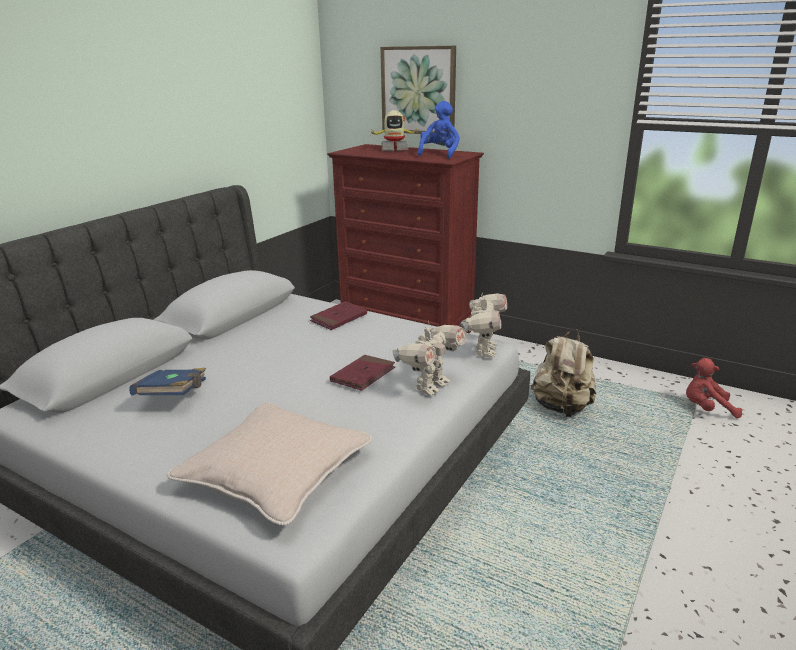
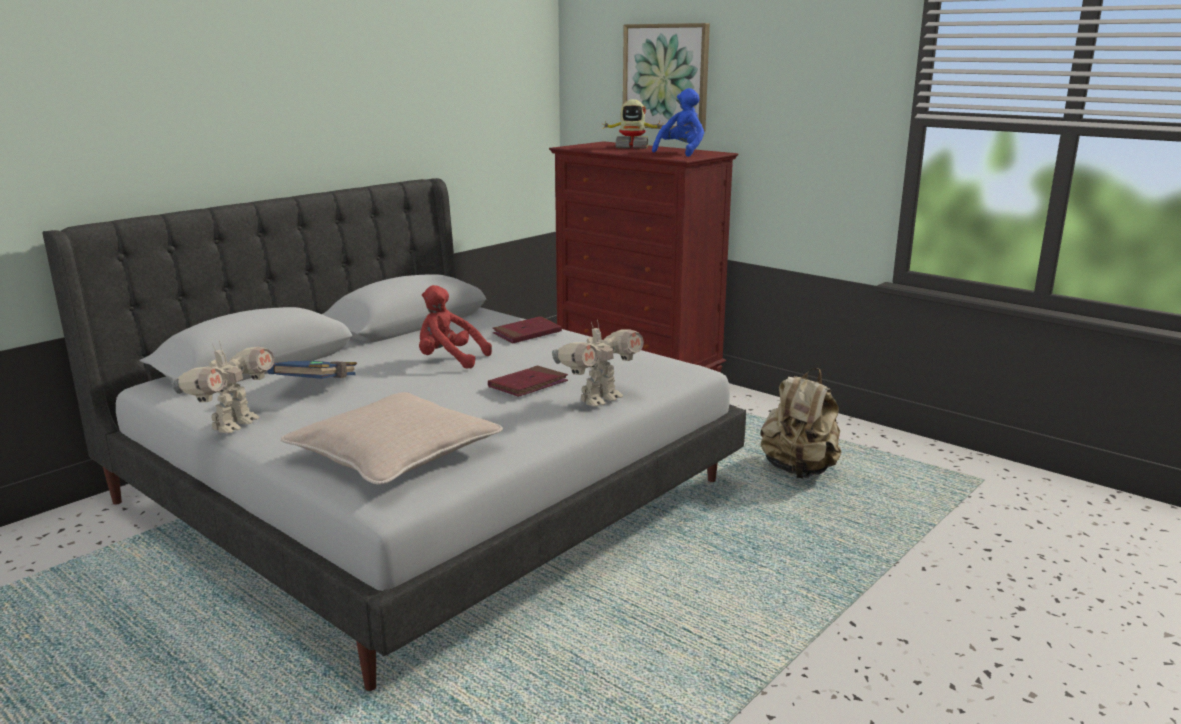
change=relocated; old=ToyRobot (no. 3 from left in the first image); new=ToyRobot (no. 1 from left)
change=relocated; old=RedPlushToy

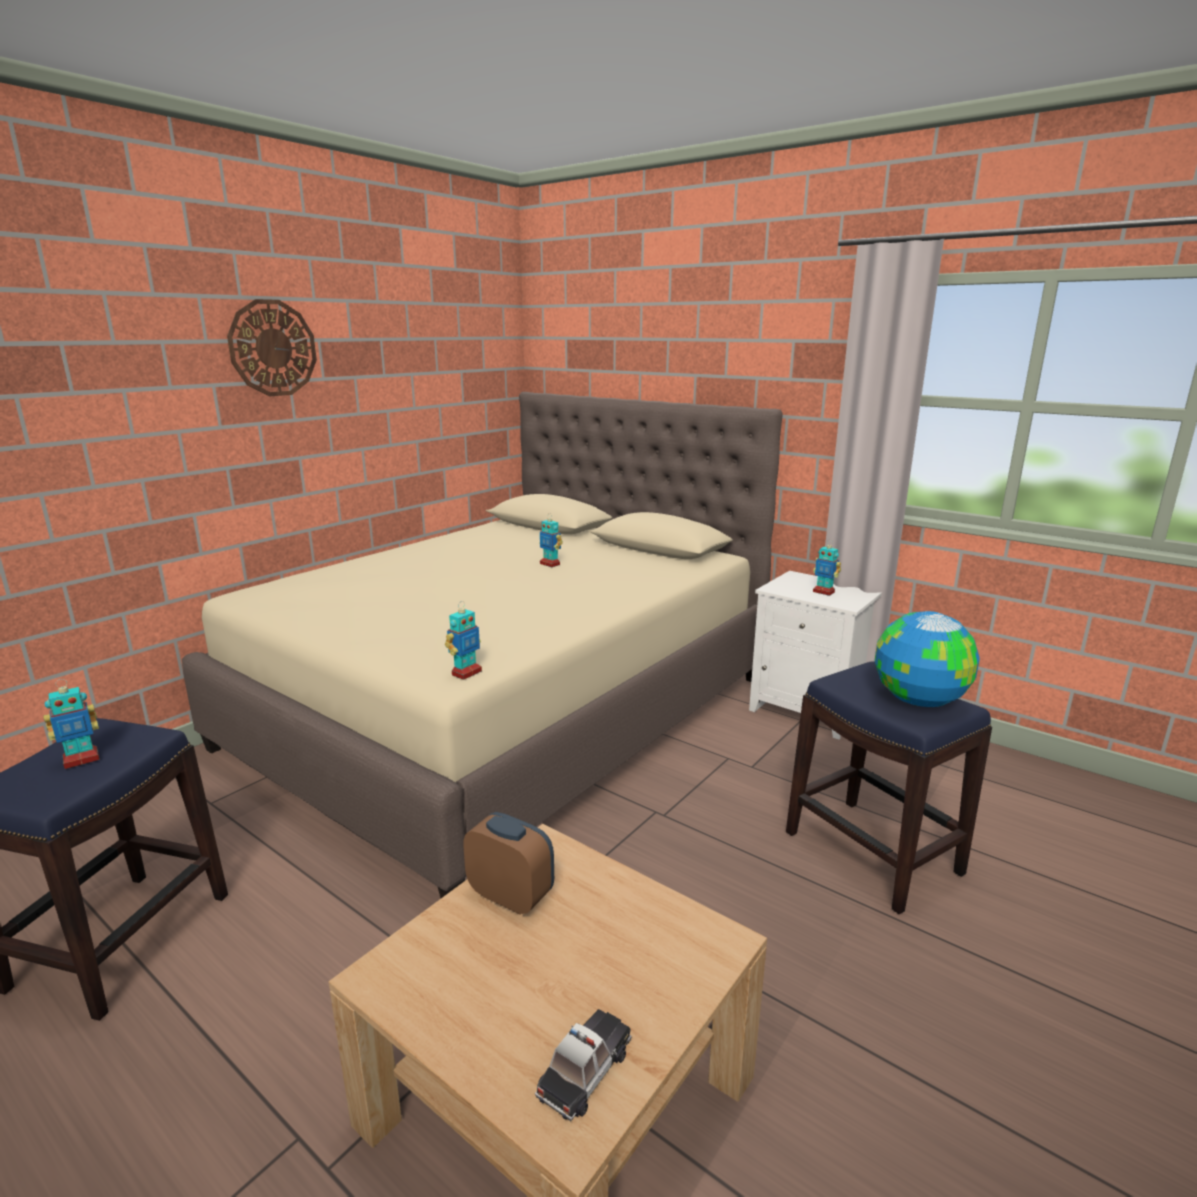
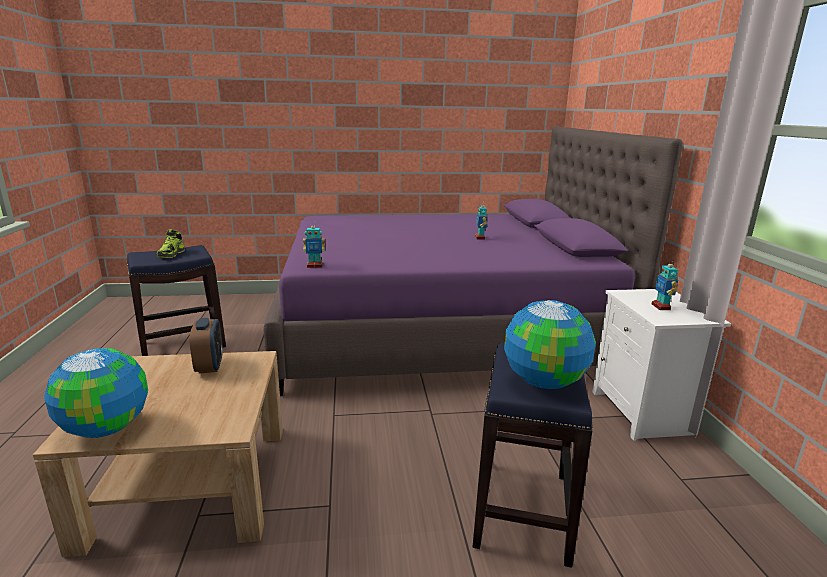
change=exchanged; old=ToyRobot (no. 1 from left); new=Shoe
change=colour; old=BeigeBed; new=PurpleBed
change=missing; old=WallClock
change=exchanged; old=ToyCar; new=Globe (no. 1 from left)

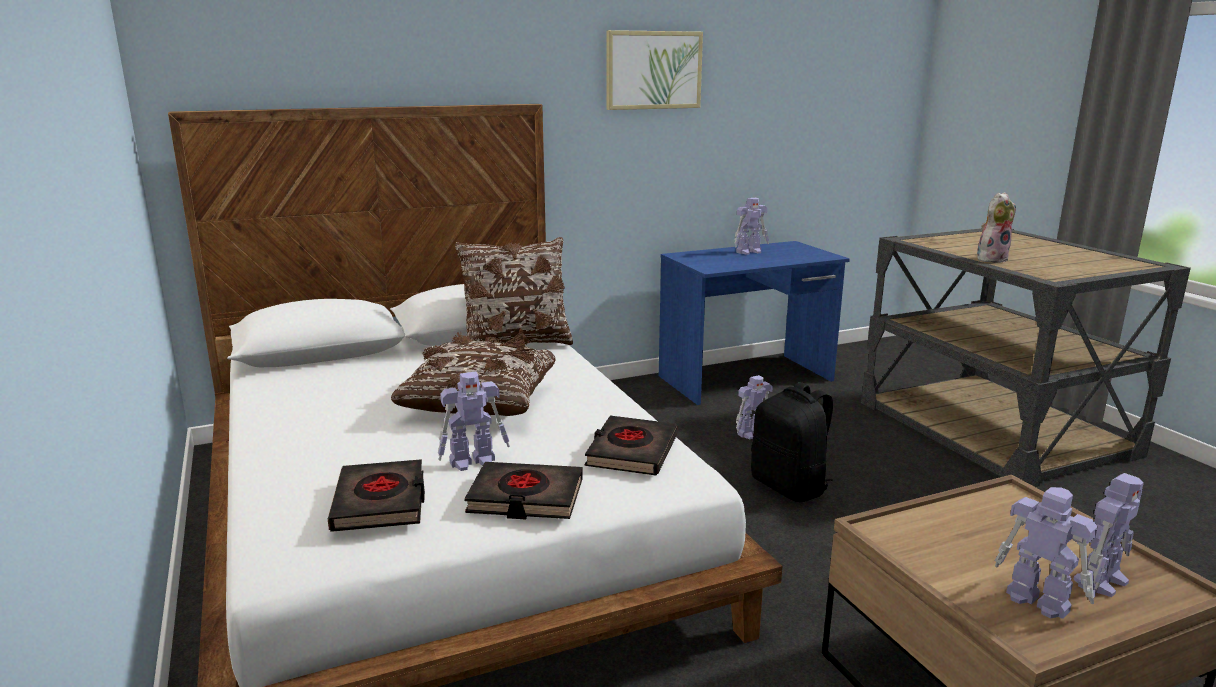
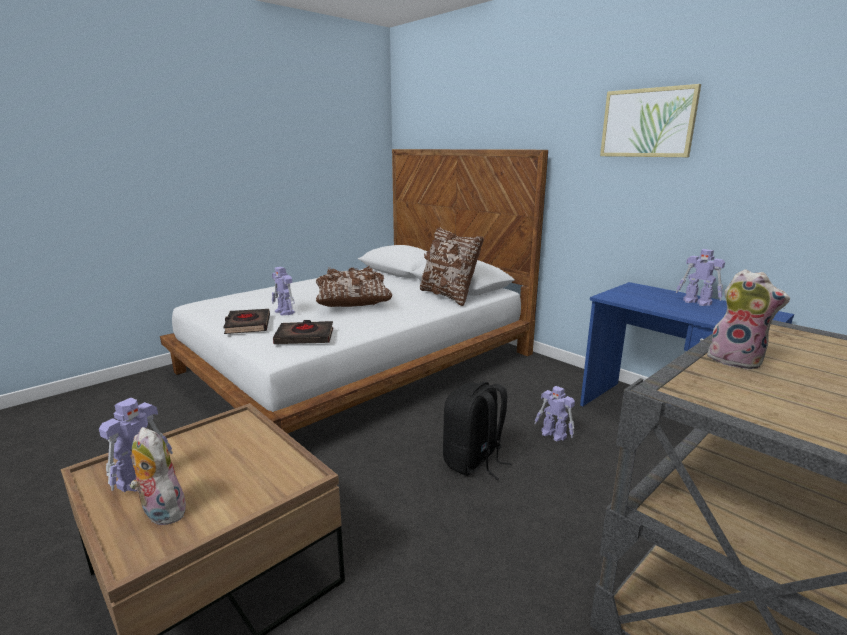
change=missing; old=BlackBook (no. 1 from left)
change=exchanged; old=ToyRobot (no. 5 from left); new=PlushToy (no. 1 from left)

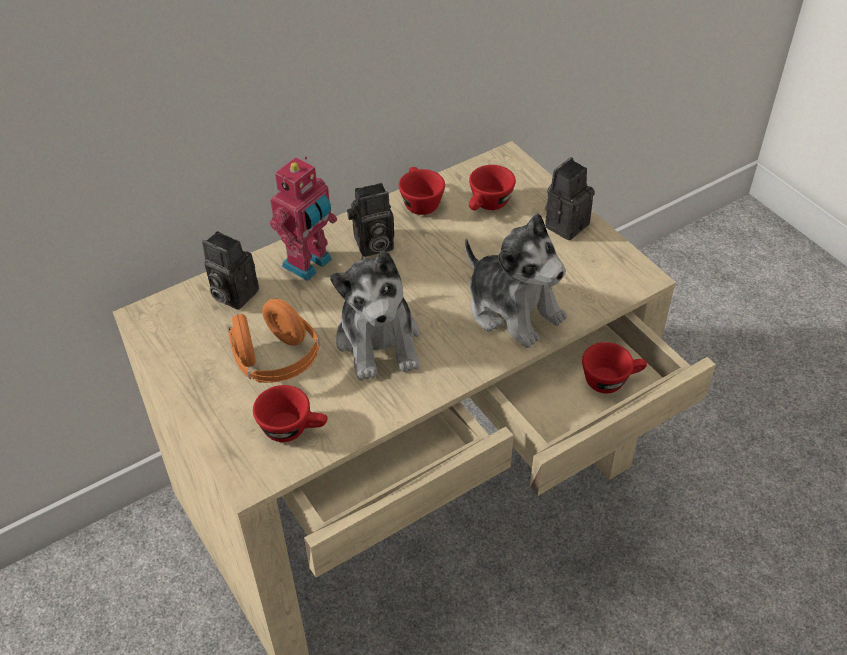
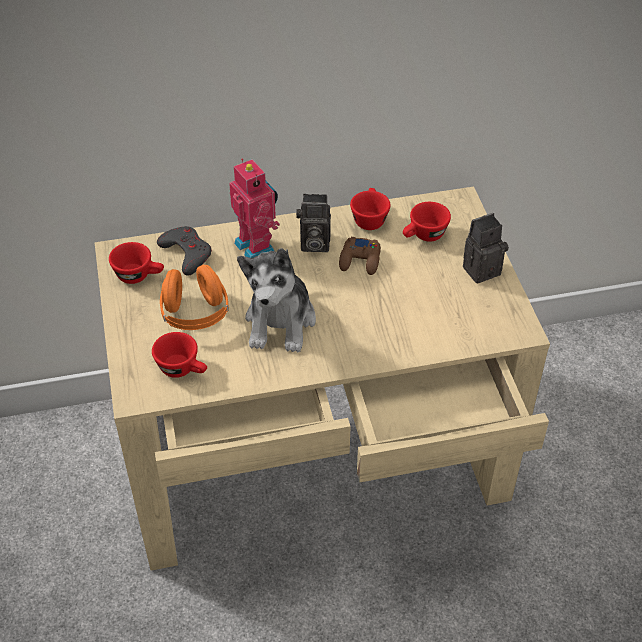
change=exchanged; old=PhotoCamera (no. 1 from left); new=GreyGameController
change=spun; old=ToyRobot; degrees=-90
change=missing; old=PlushToy (no. 2 from left)
change=relocated; old=RedCup (no. 4 from left in the first image); new=RedCup (no. 1 from left)
change=appeared; new=BrownGameController

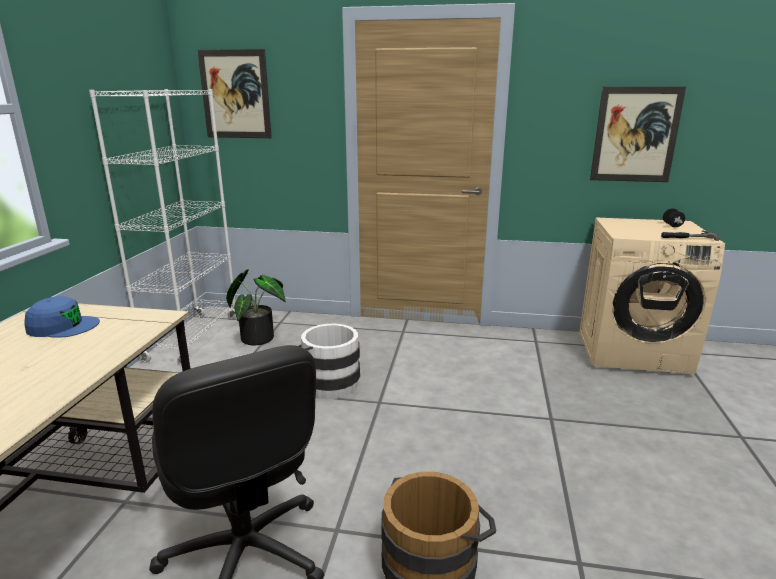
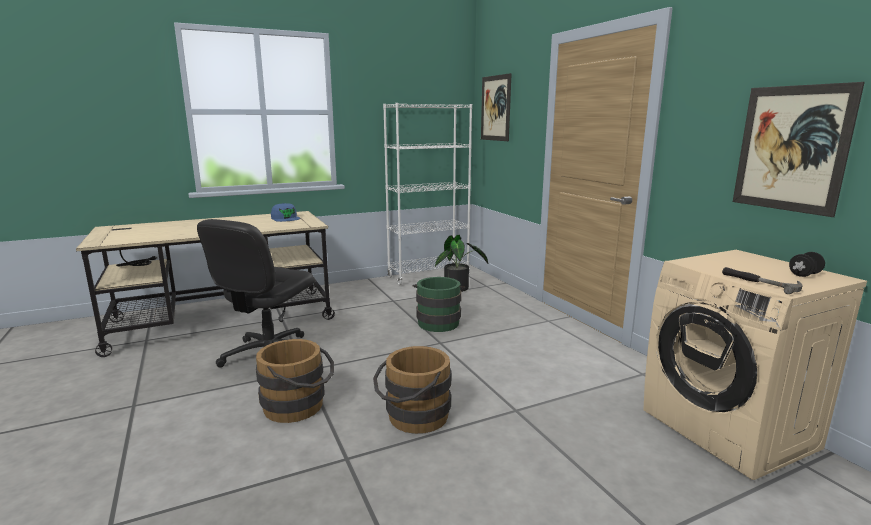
change=colour; old=WhiteBucket; new=GreenBucket
change=appeared; new=BrownBucket (no. 2 from left)

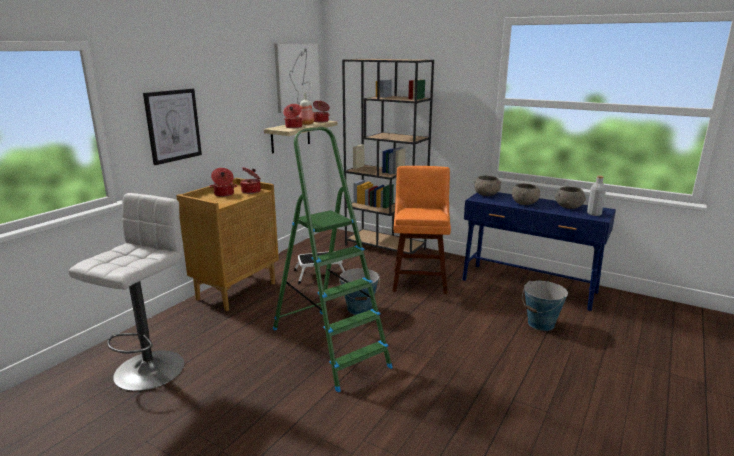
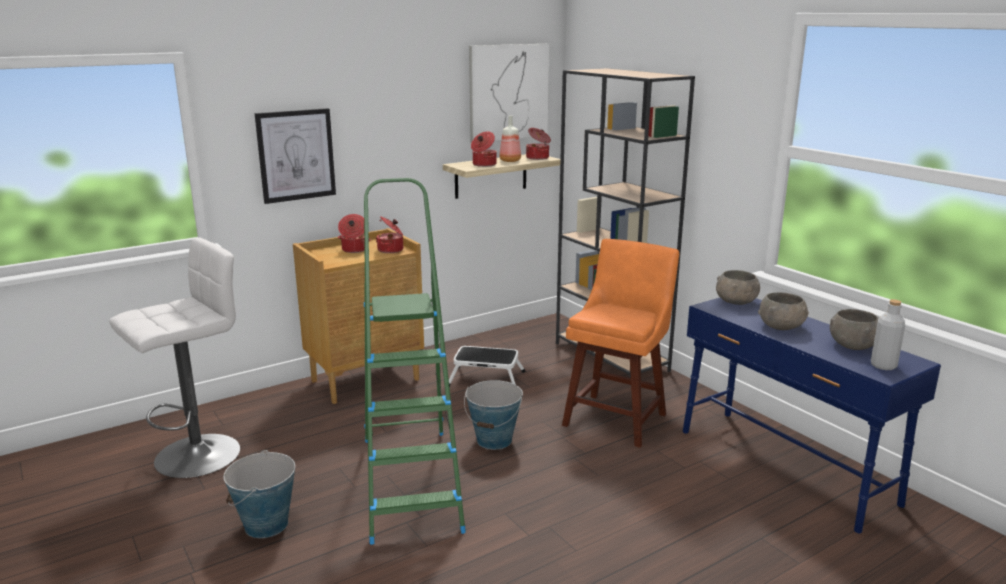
change=relocated; old=Bucket (no. 2 from left in the first image); new=Bucket (no. 1 from left)

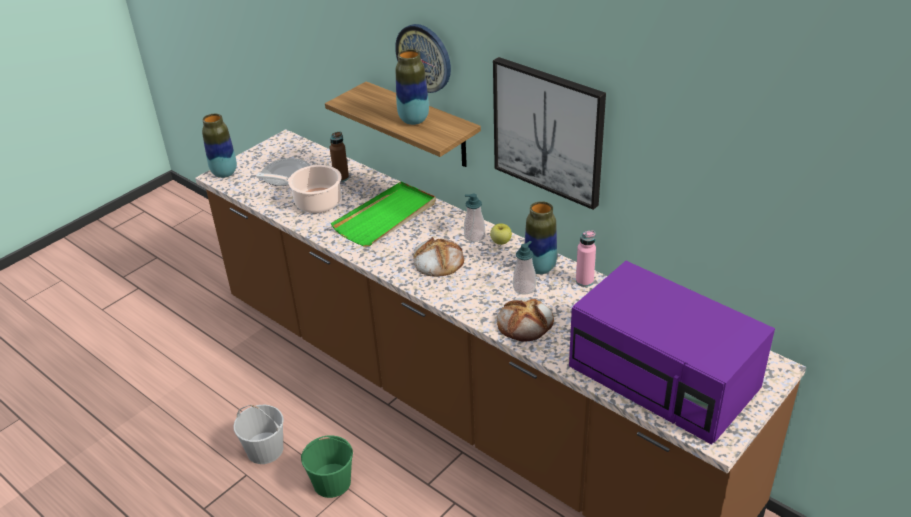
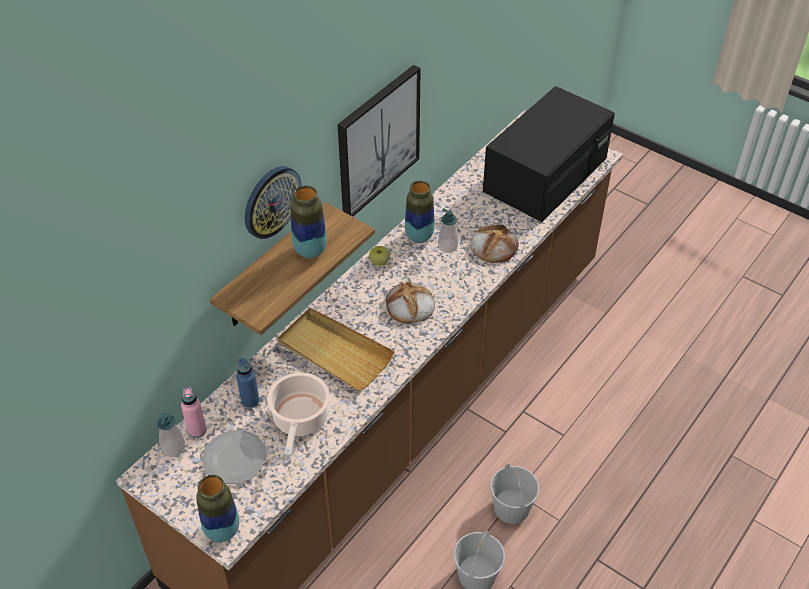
change=colour; old=GreenBucket; new=WhiteBucket (no. 2 from left)
change=colour; old=BrownBottle; new=BlueBottle
change=colour; old=GreenTray; new=BeigeTray
change=relocated; old=SoapDispenser (no. 1 from left)
change=colour; old=PurpleMicrowave; new=BlackMicrowave
change=relocated; old=PinkBottle

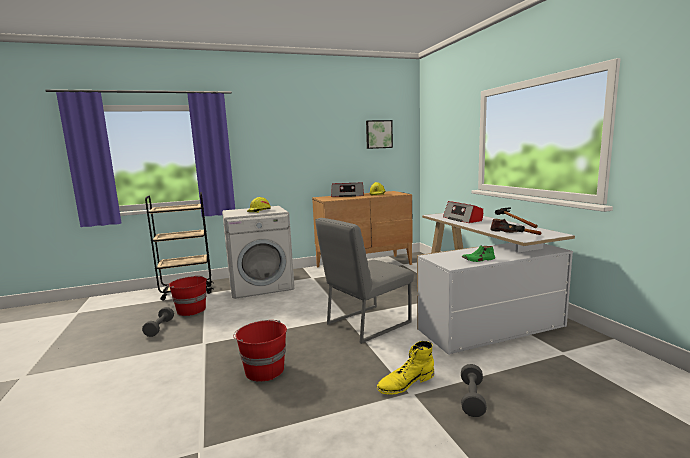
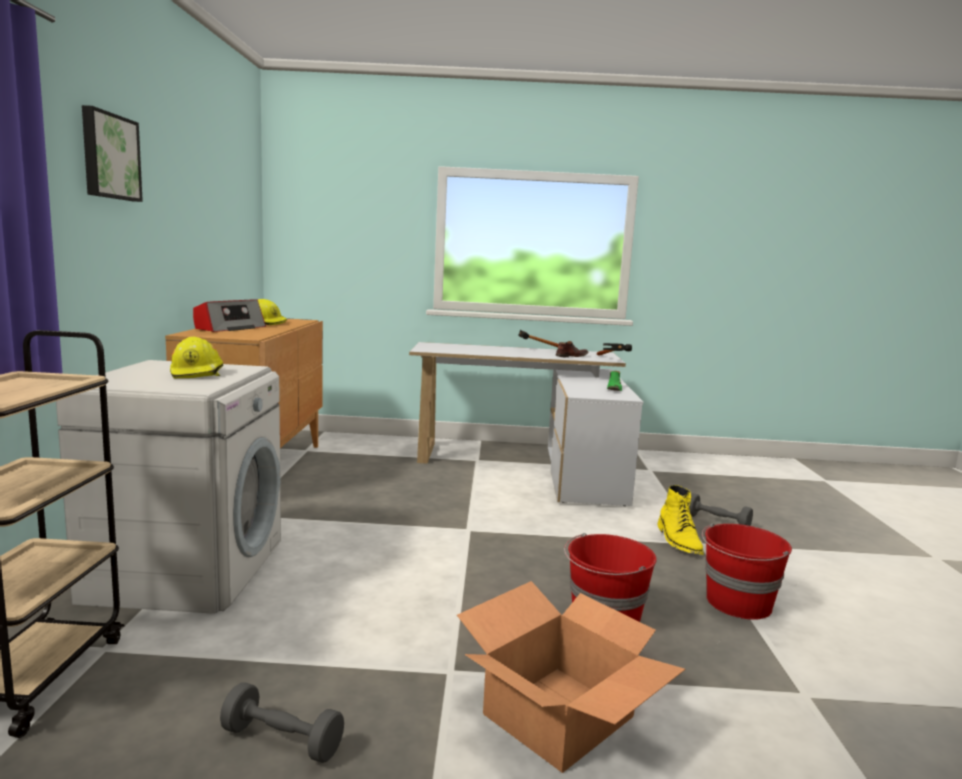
change=relocated; old=RedBucket (no. 1 from left in the first image); new=RedBucket (no. 2 from left)
change=missing; old=GreyChair
change=relocated; old=Picture
change=missing; old=Radio (no. 2 from left)
change=appeared; new=CardboardBox

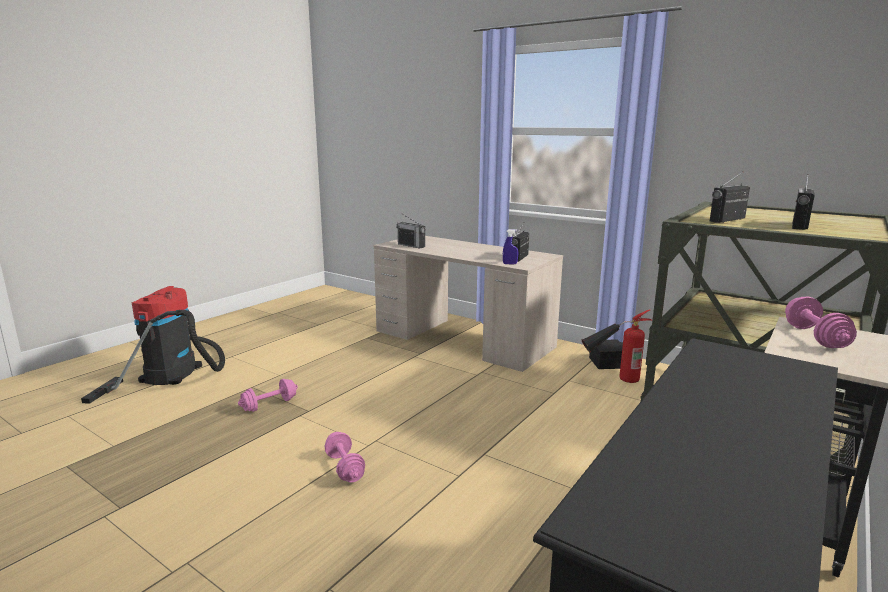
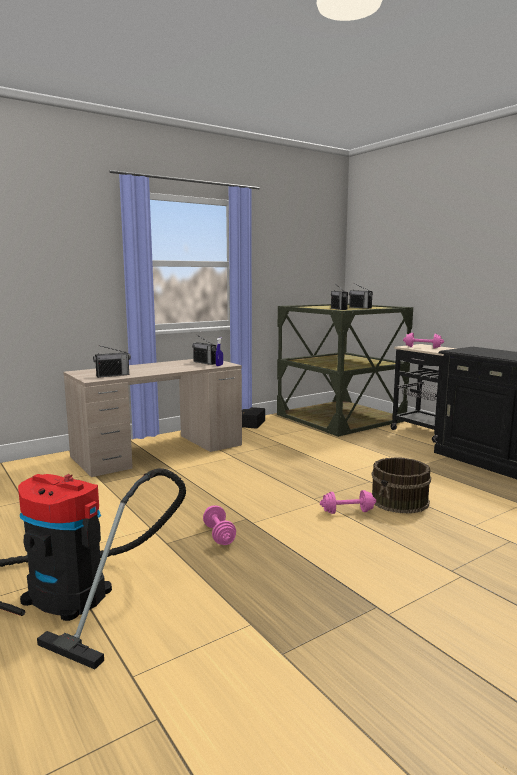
change=missing; old=FireExtinguisher
change=appeared; new=BrownBucket

